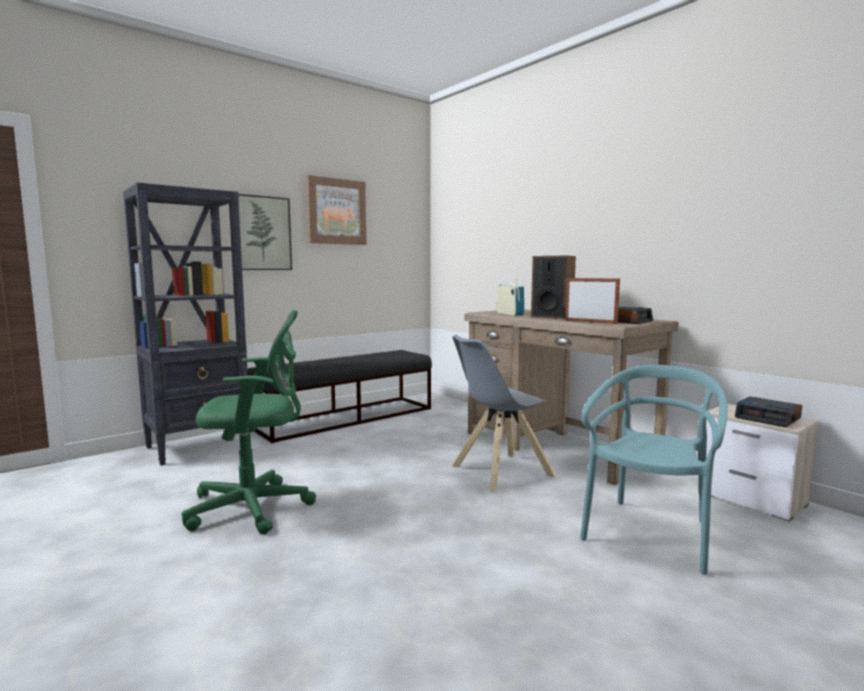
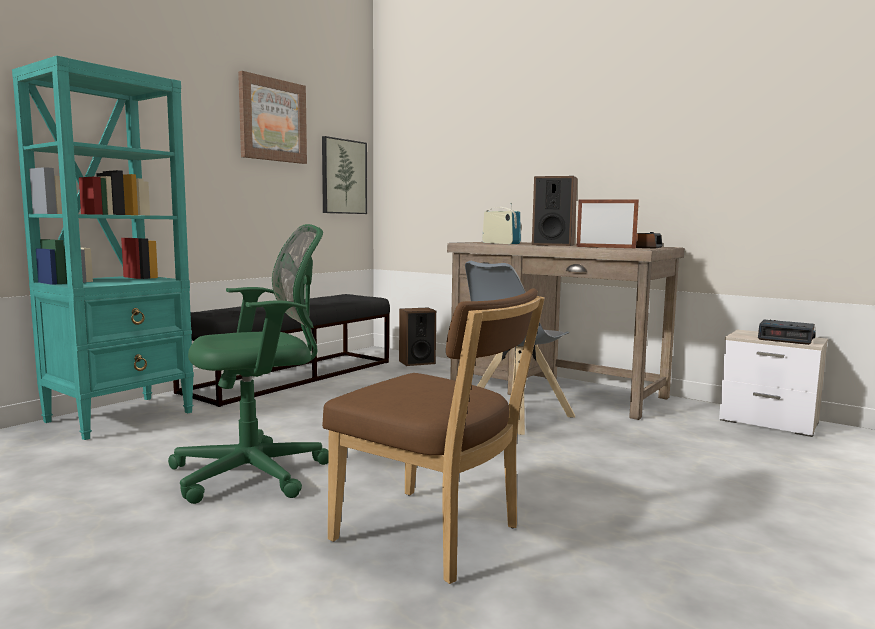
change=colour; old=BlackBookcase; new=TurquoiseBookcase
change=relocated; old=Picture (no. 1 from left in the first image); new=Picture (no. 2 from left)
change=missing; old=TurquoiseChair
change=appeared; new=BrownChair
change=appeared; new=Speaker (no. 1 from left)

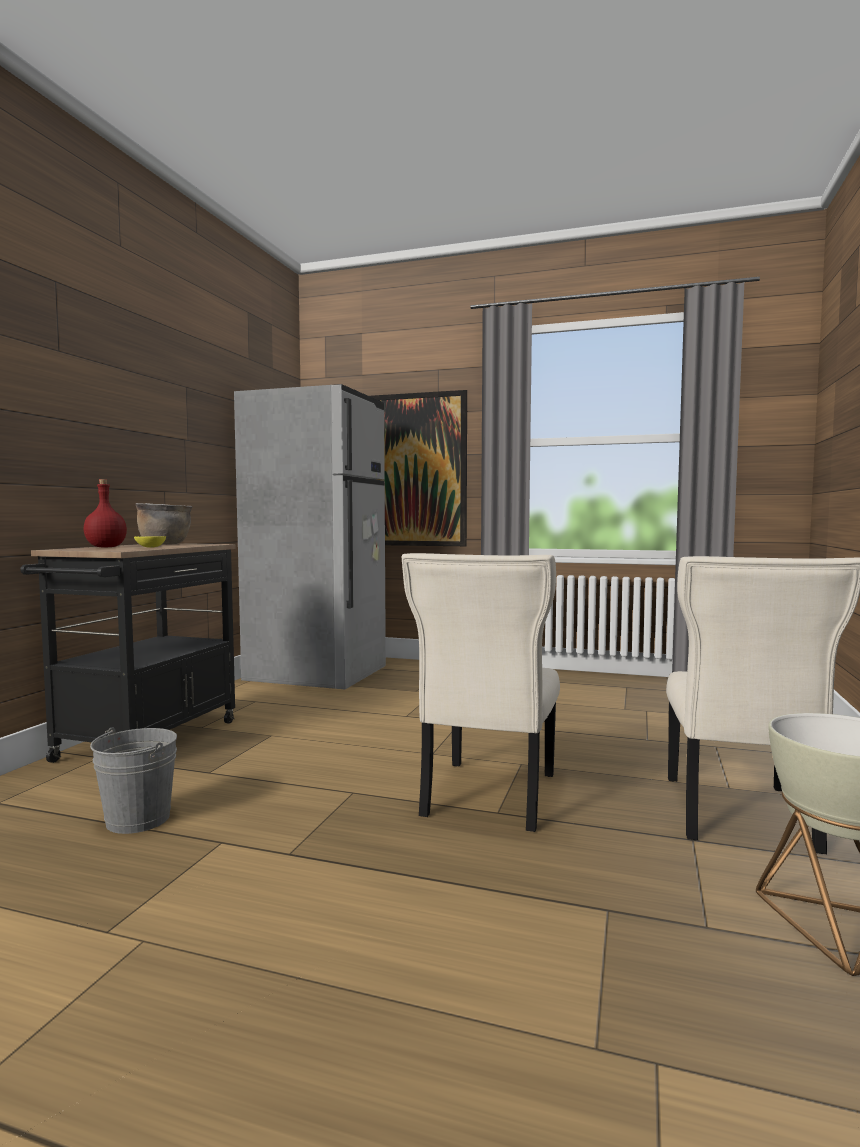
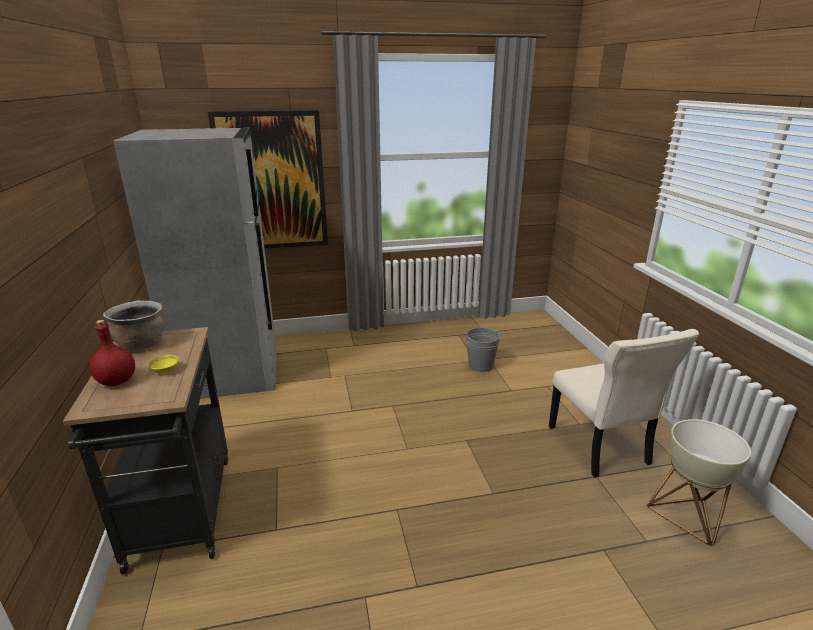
change=relocated; old=GreyBucket
change=missing; old=BeigeChair (no. 1 from left)

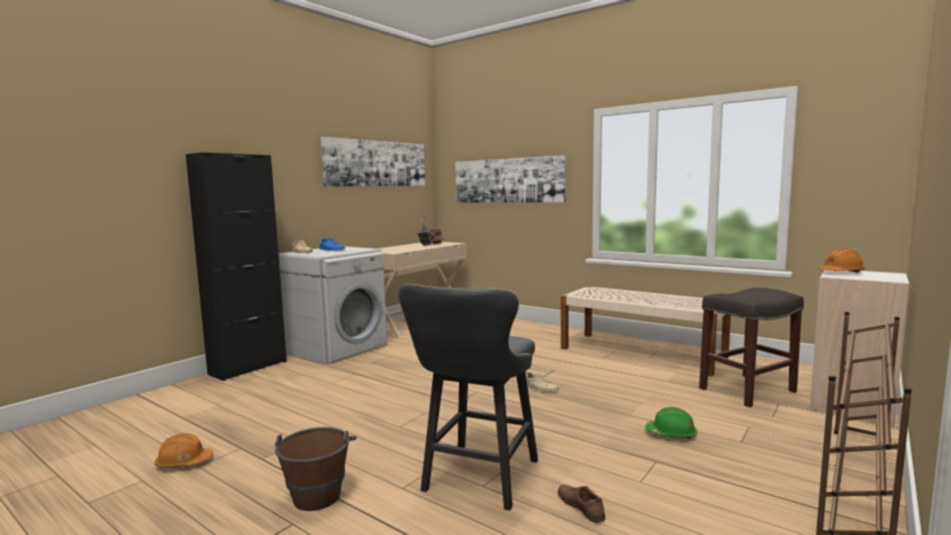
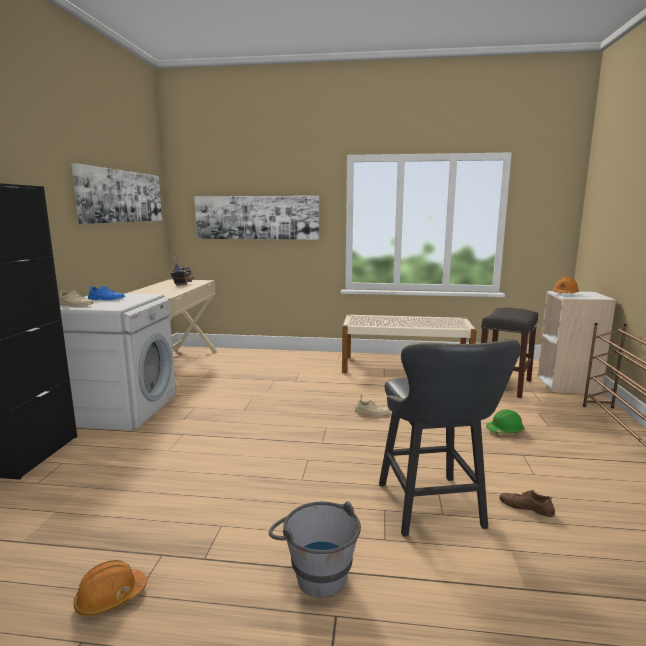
change=colour; old=BrownBucket; new=GreyBucket

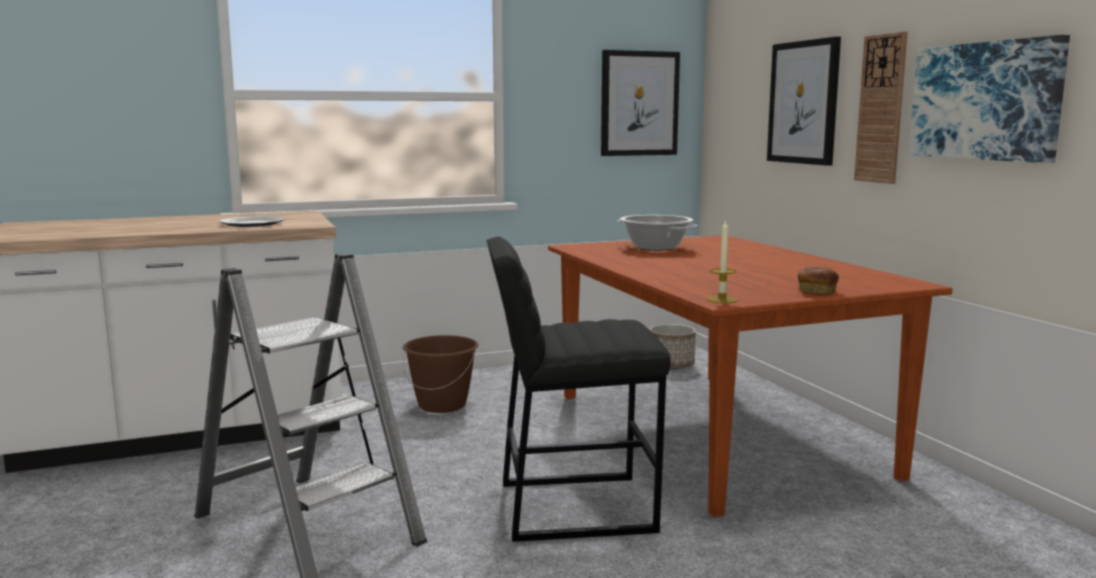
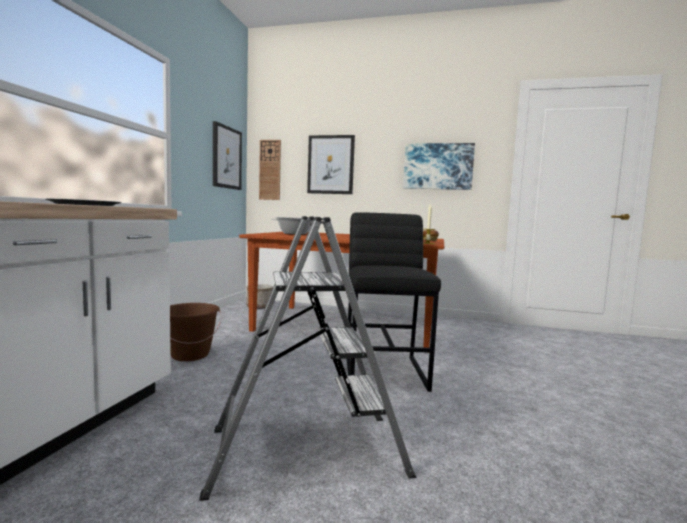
change=spun; old=BlackChair; degrees=150
change=relocated; old=WallClock

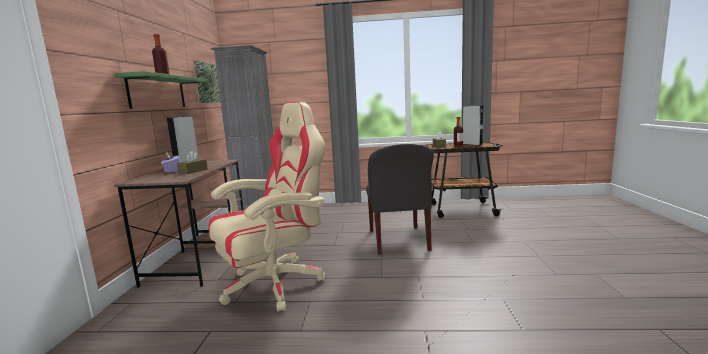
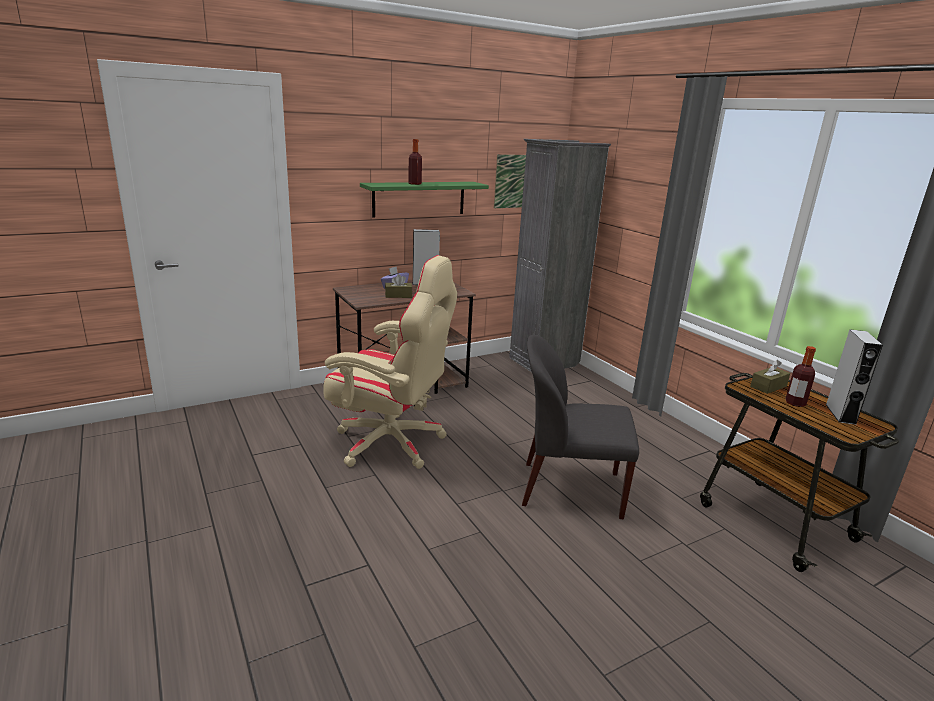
change=spun; old=GreyChair; degrees=45

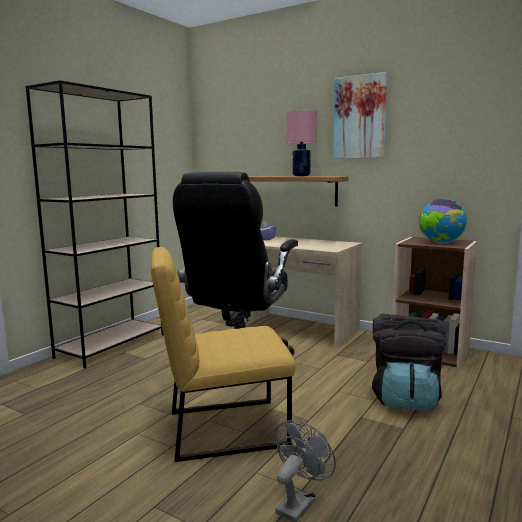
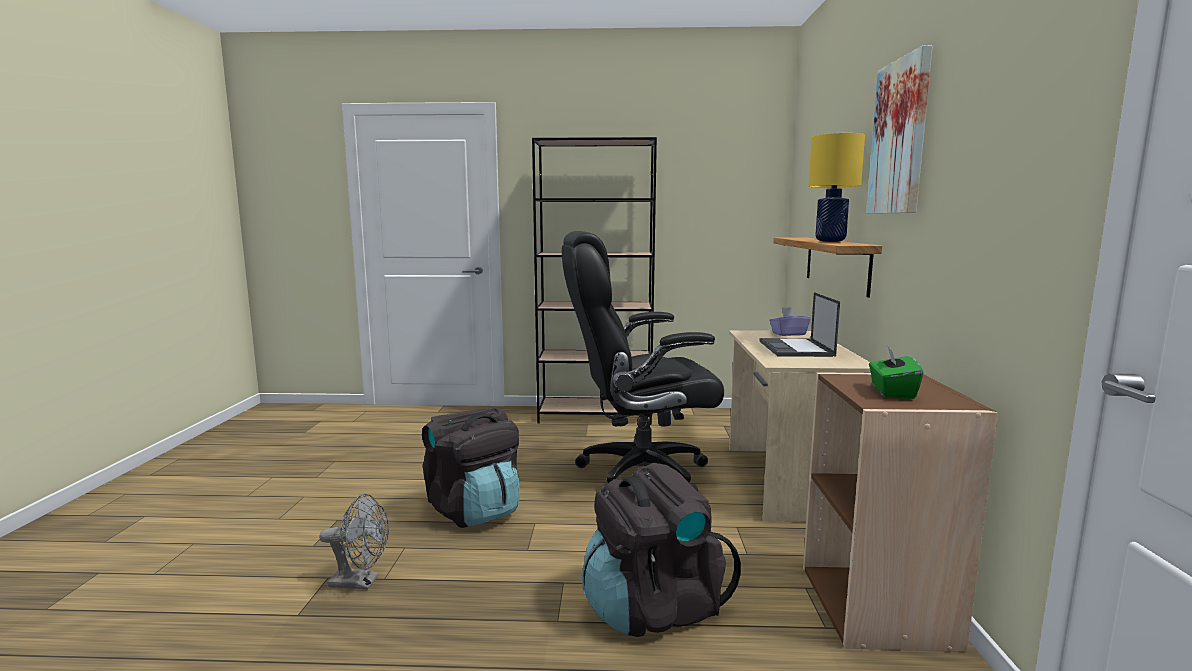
change=exchanged; old=YellowChair; new=BlackBackpack (no. 1 from left)
change=colour; old=PinkTableLamp; new=YellowTableLamp
change=exchanged; old=Globe; new=GreenTissueBox
change=appeared; new=Laptop

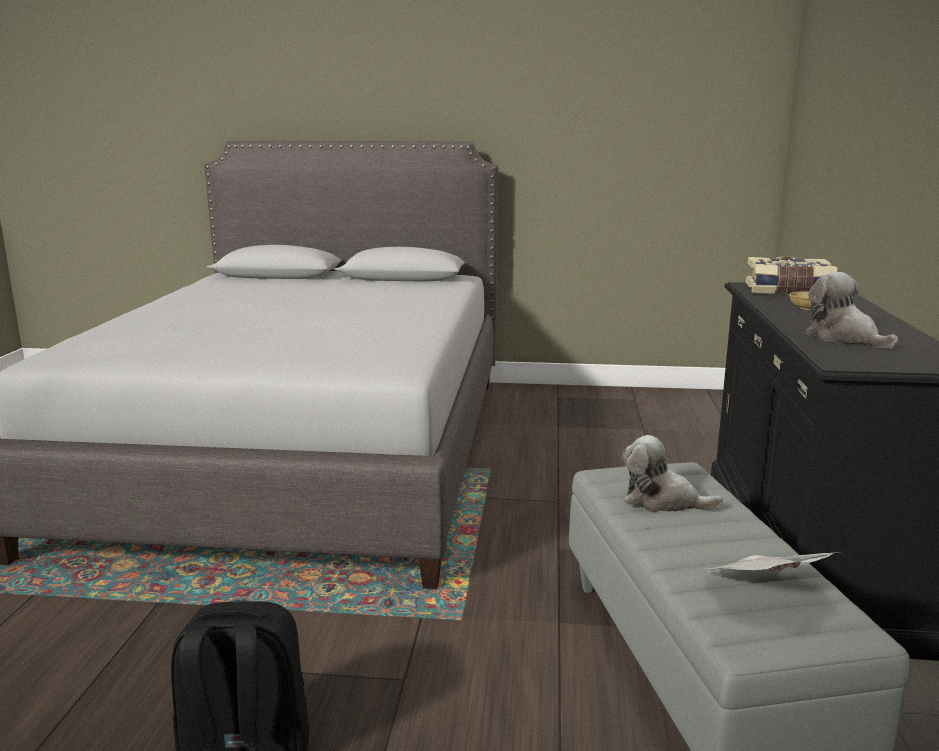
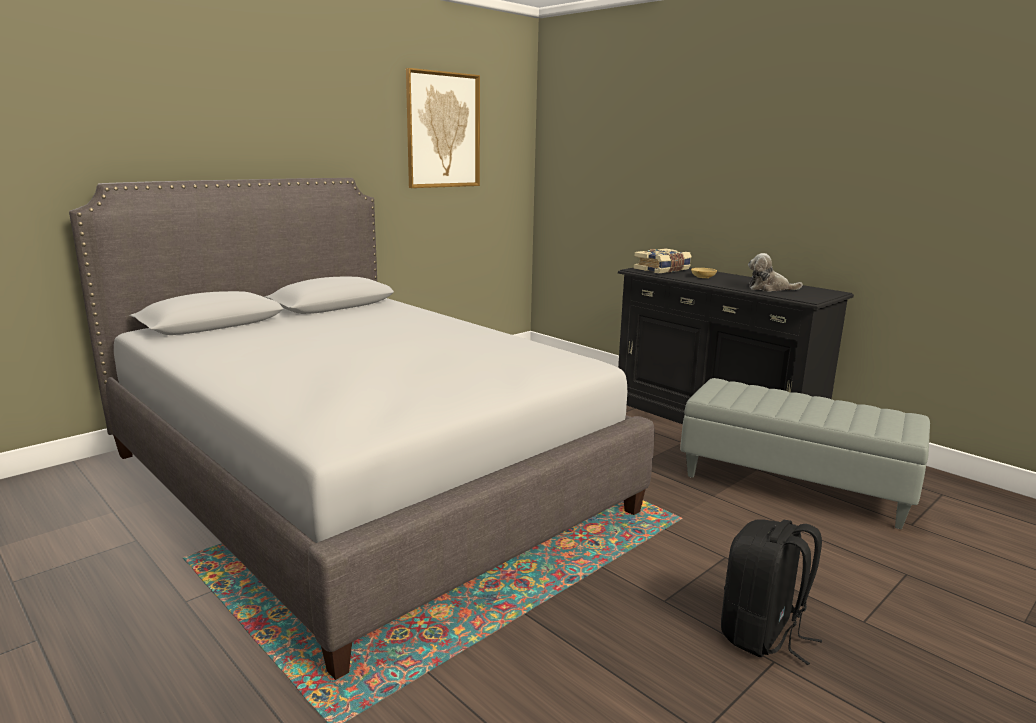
change=missing; old=PlushToy (no. 1 from left)
change=missing; old=Newspaper
change=appeared; new=Picture

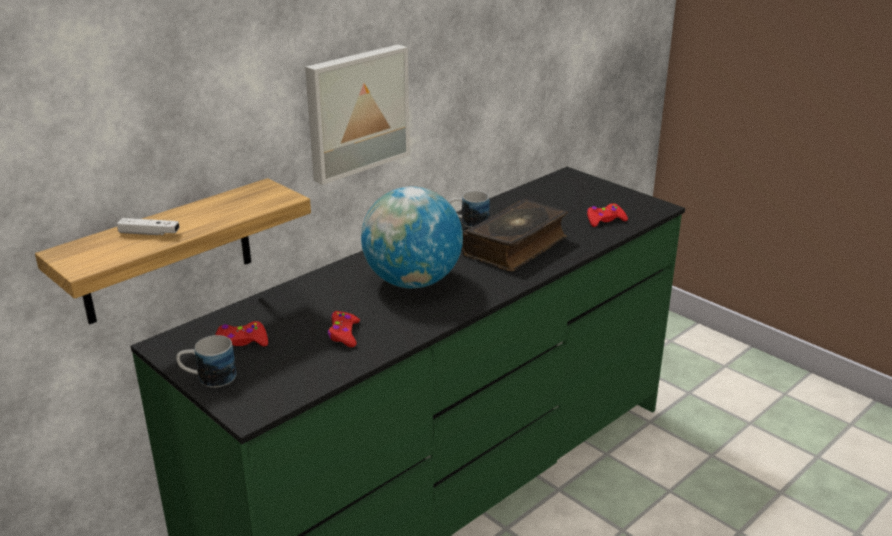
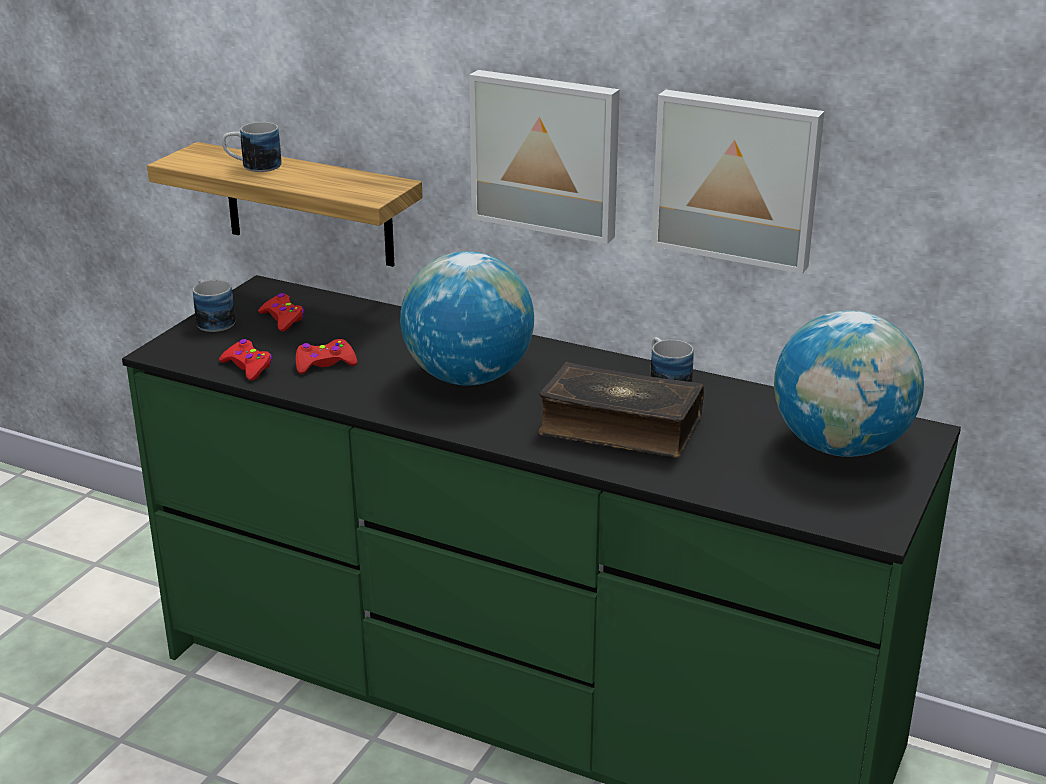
change=exchanged; old=WhiteGameController; new=Mug (no. 2 from left)
change=relocated; old=RedGameController (no. 3 from left in the first image); new=RedGameController (no. 1 from left)
change=appeared; new=Picture (no. 2 from left)
change=appeared; new=Globe (no. 2 from left)

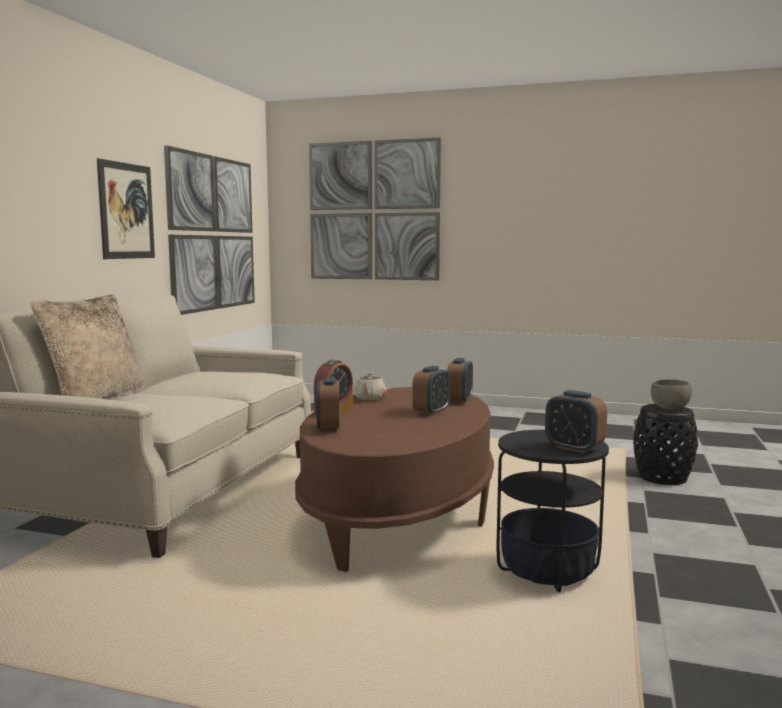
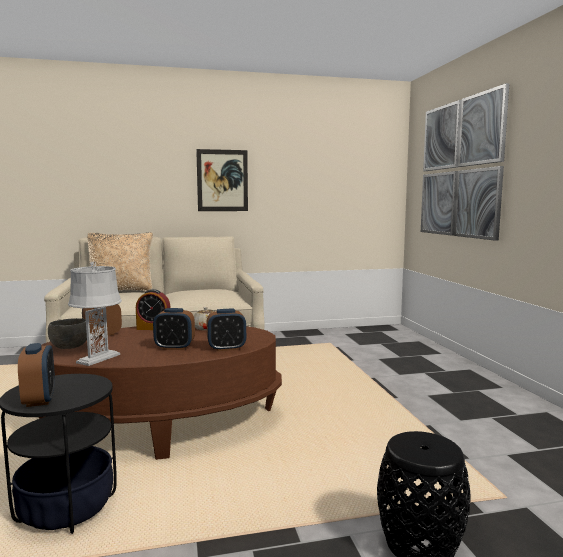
change=missing; old=Picture (no. 2 from left)
change=spun; old=AlarmClock (no. 5 from left in the first image); degrees=150
change=relocated; old=GreyBowl
change=appeared; new=GreyTableLamp

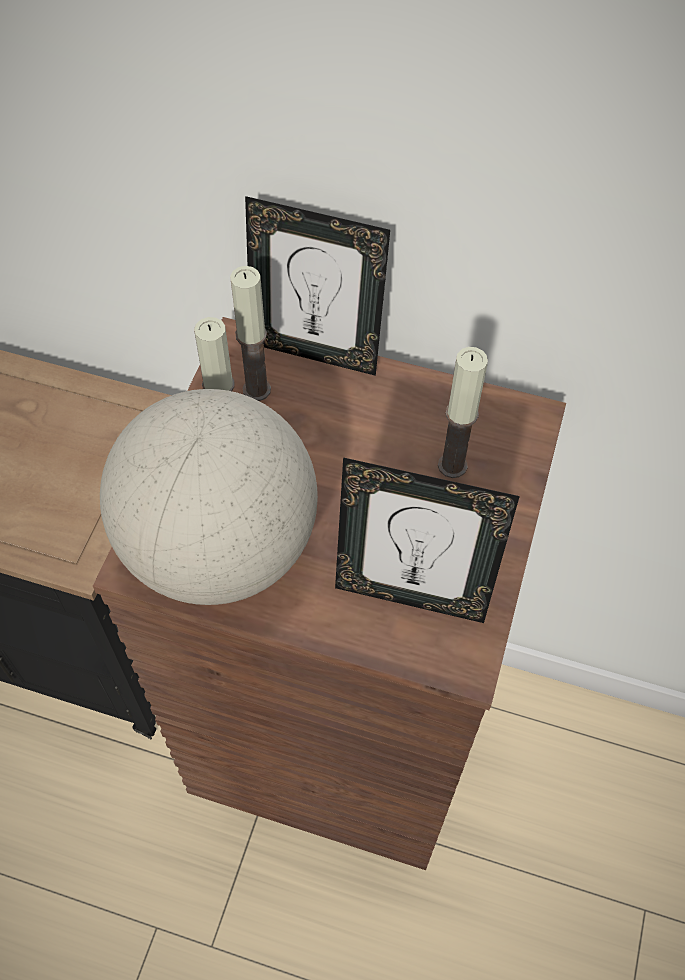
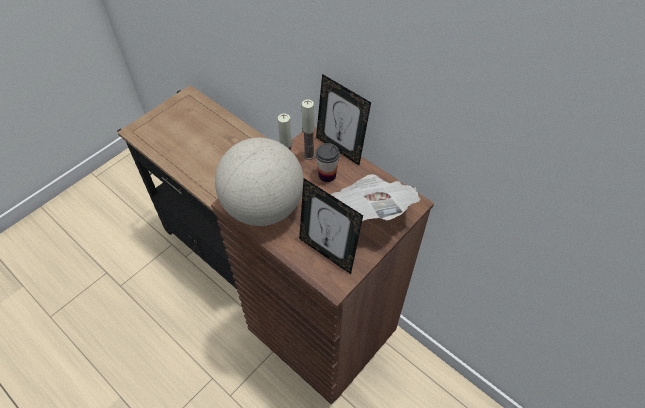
change=exchanged; old=Candle (no. 3 from left); new=Newspaper
change=appeared; new=Cup

